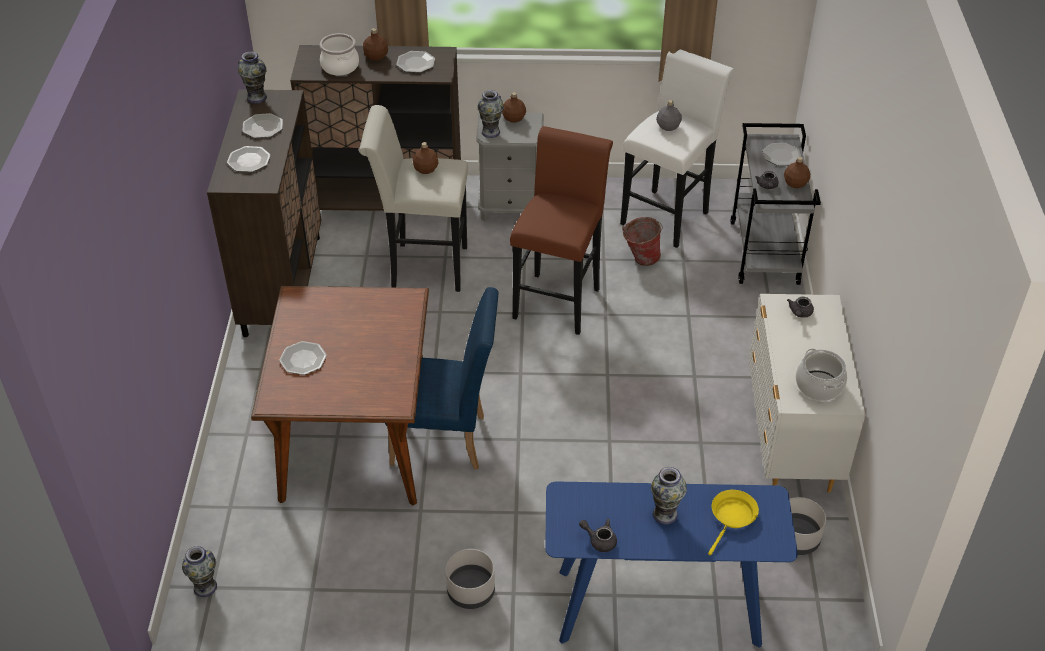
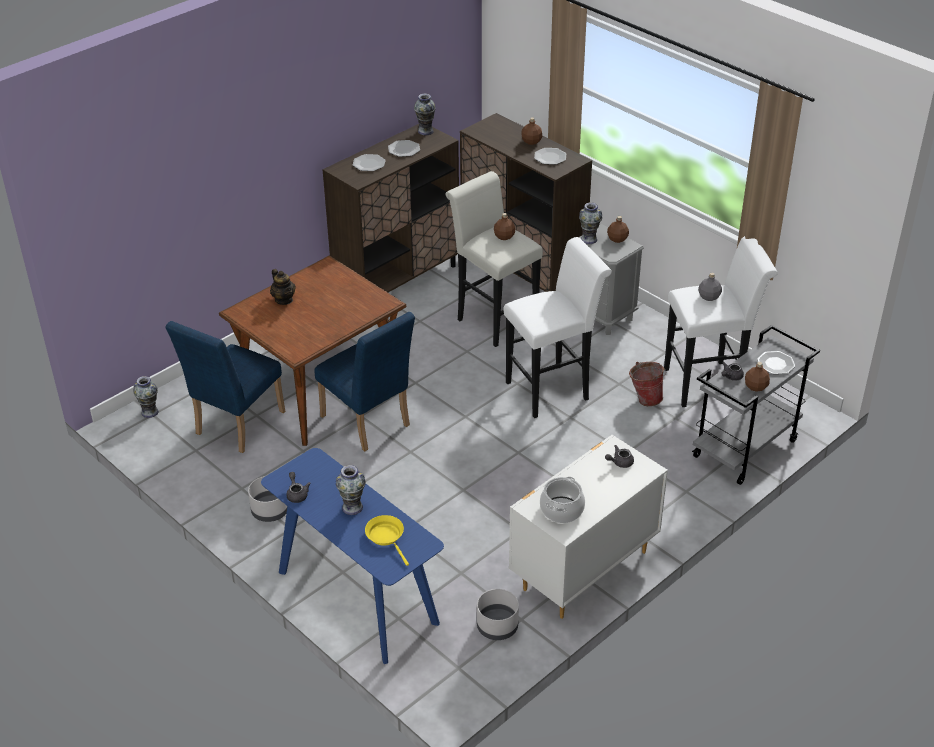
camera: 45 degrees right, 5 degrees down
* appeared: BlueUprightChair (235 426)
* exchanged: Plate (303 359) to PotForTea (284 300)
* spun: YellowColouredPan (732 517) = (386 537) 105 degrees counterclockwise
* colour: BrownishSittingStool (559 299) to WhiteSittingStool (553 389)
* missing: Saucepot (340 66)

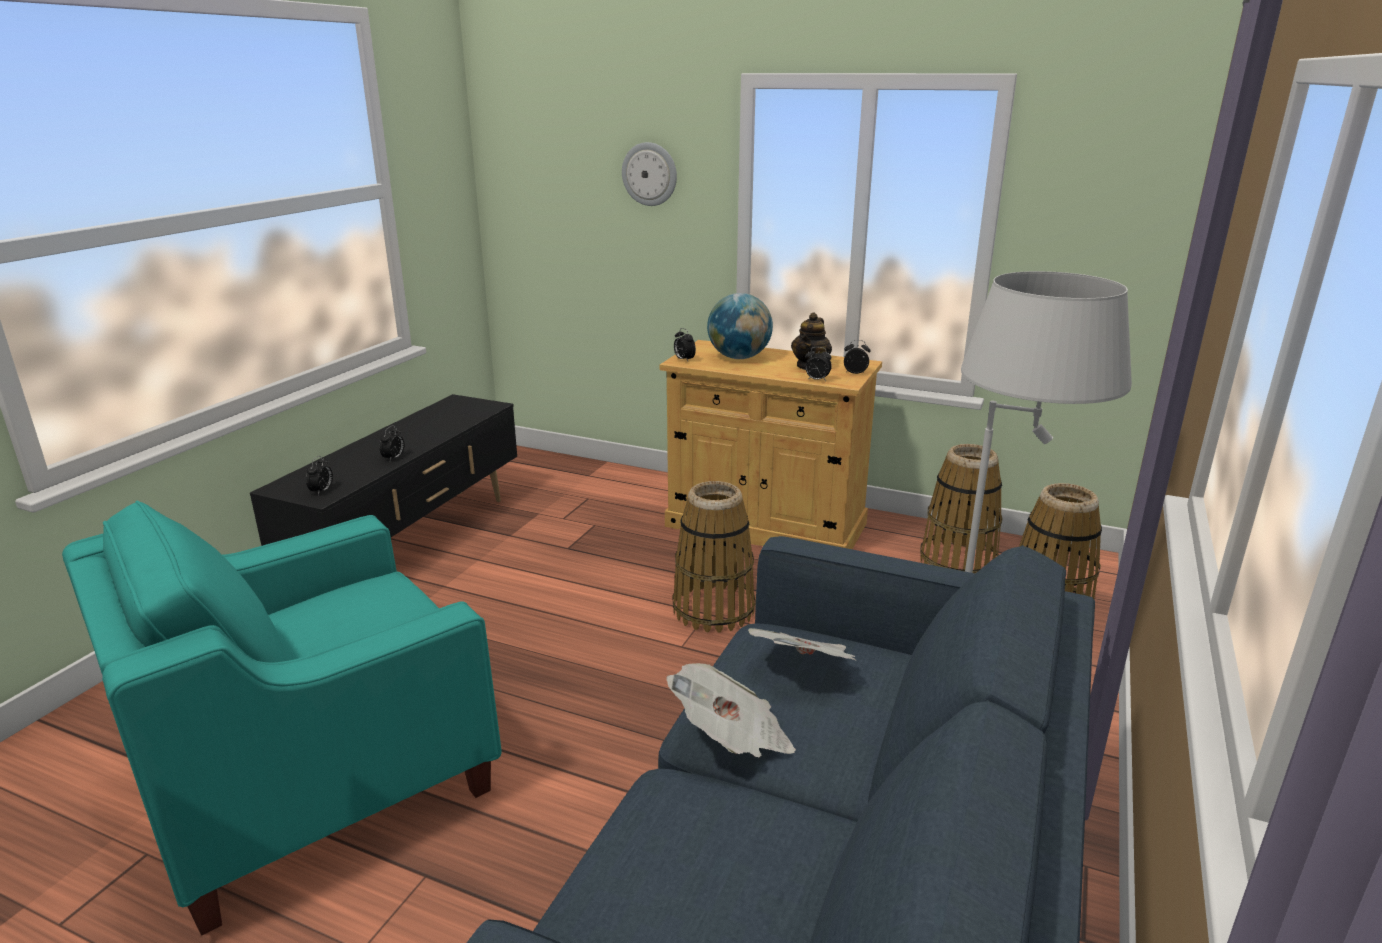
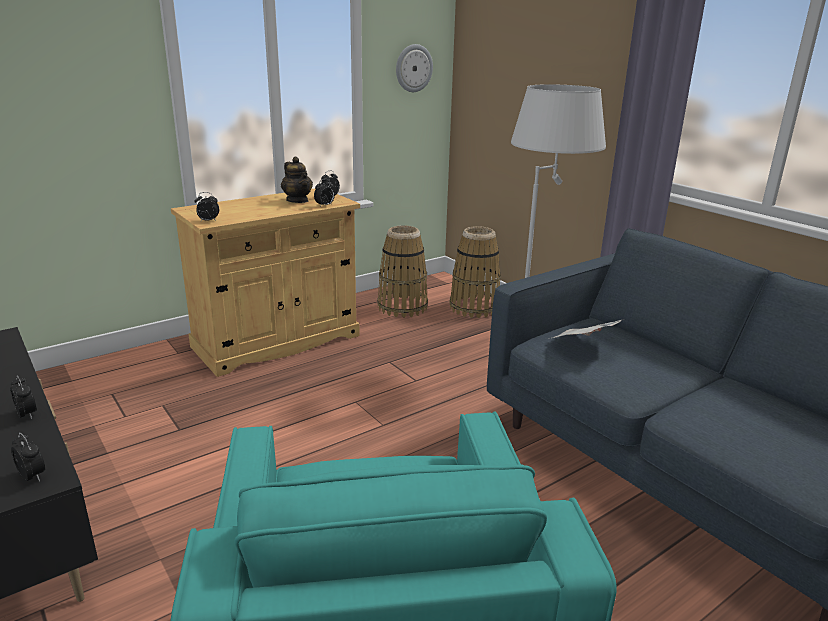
camera: 60 degrees left, 0 degrees up
* relocated: ClockOnTheWall (650 174) to (413 68)
* missing: DailyPaper (732 738)
* missing: Basket (713 609)
* missing: WorldGlobe (739 358)

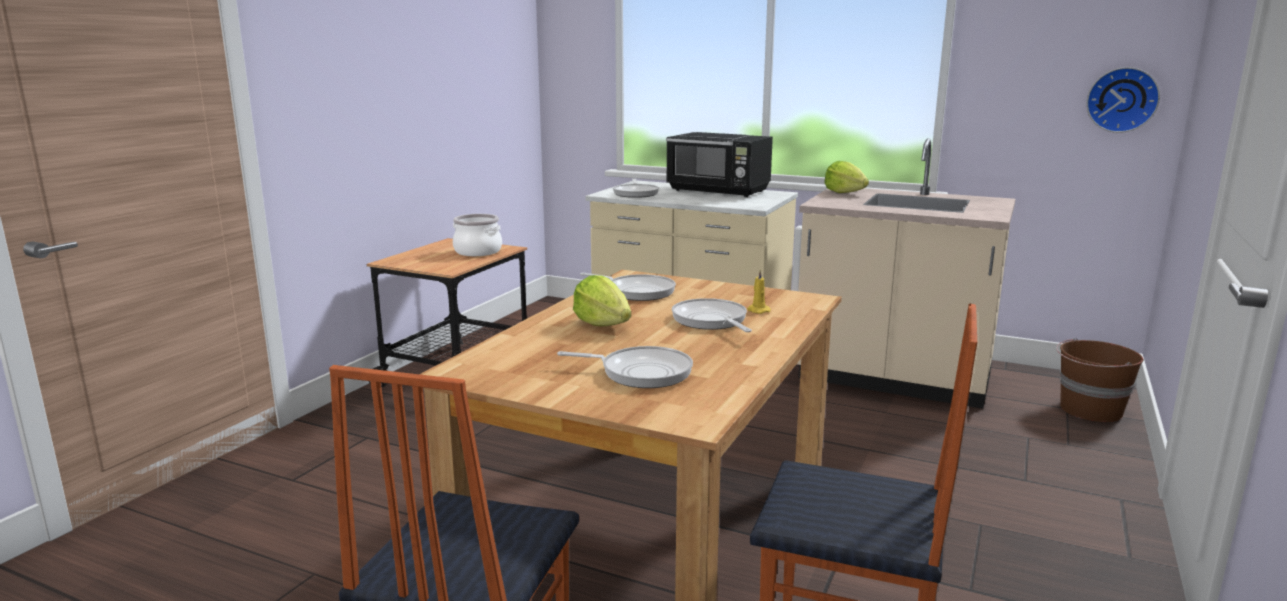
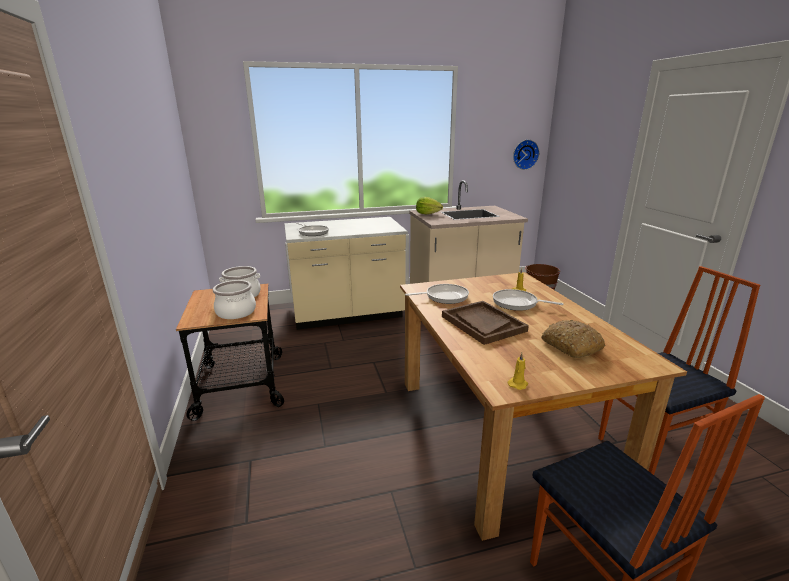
camera: 40 degrees left, 5 degrees up
* appeared: Saucepot (236 312)
* exchanged: LettuceHead (603 324) to BrownishTray (482 323)
* appeared: YellowColouredWaxCandle (518 384)
* exchanged: Pan (641 372) to BakeryBread (570 346)
* missing: BlackColouredMicrowaveOven (719 191)

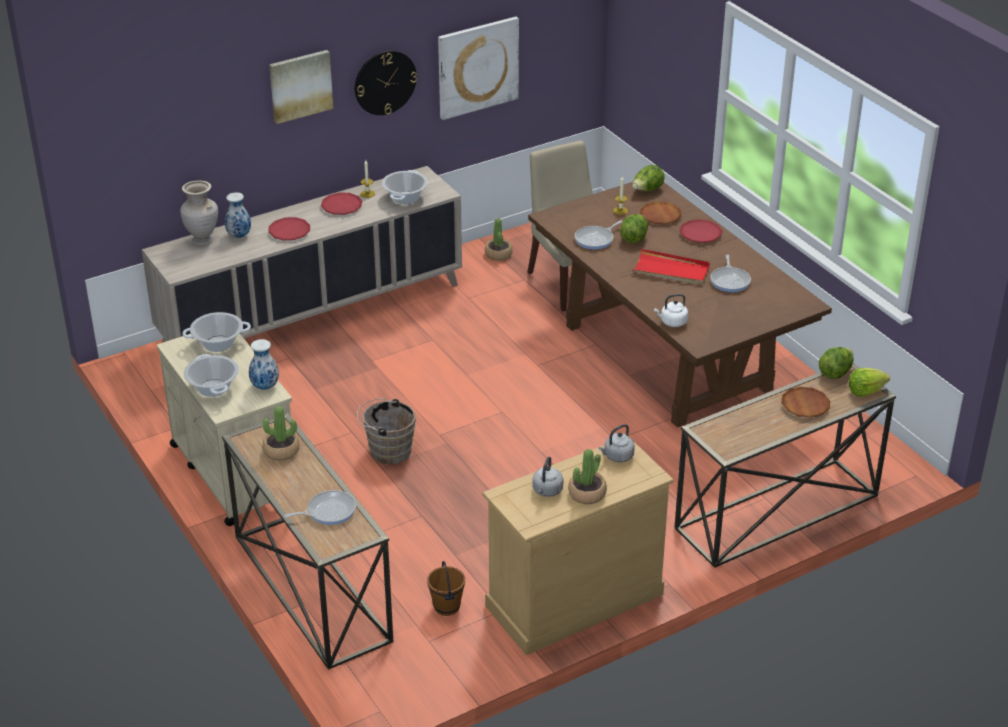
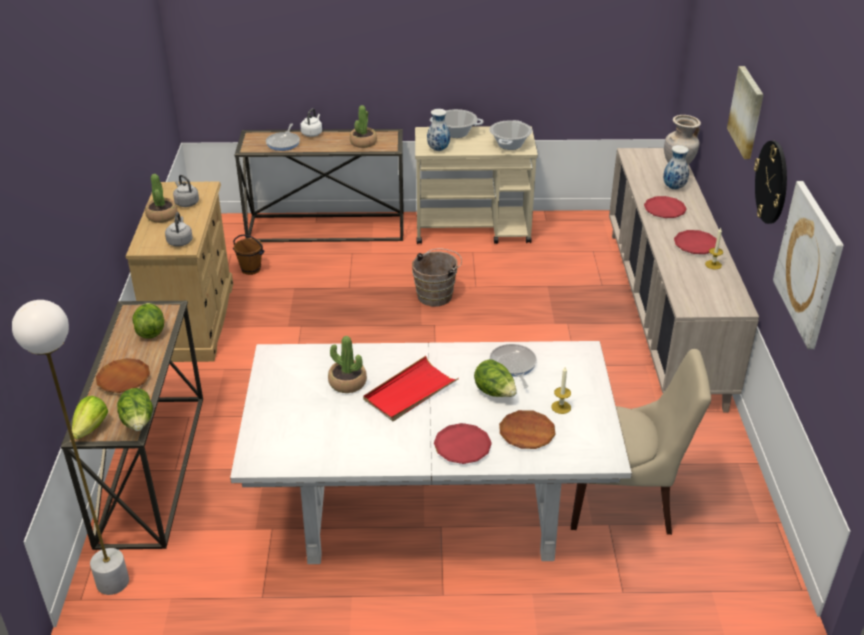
camera: 120 degrees right, 0 degrees up
* appeared: WhiteStandardLamp (112 582)
* relocated: LettuceHead (647 190) to (150 331)
* colour: BrownishKitchenTable (668 357) to WhiteKitchenTable (428 509)
* relocated: WhiteTeaKettle (672 322) to (312 133)
* relocated: Houseplant (498 254) to (347 383)
* missing: Saucepot (405 198)
* missing: Pan (730 281)

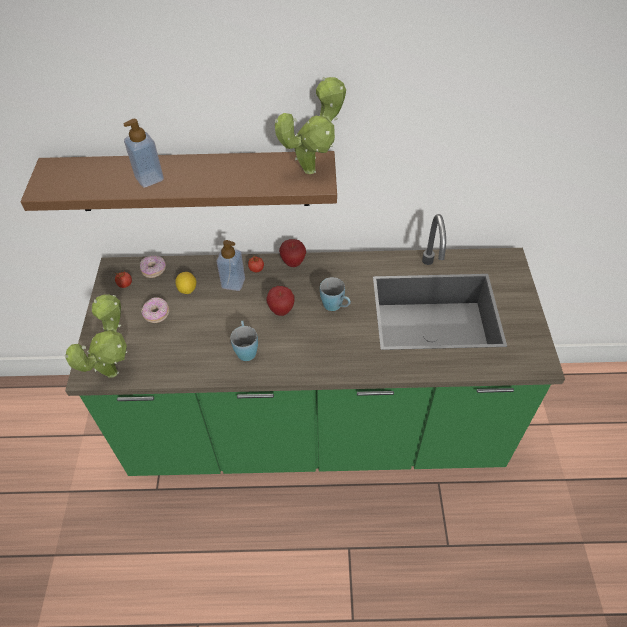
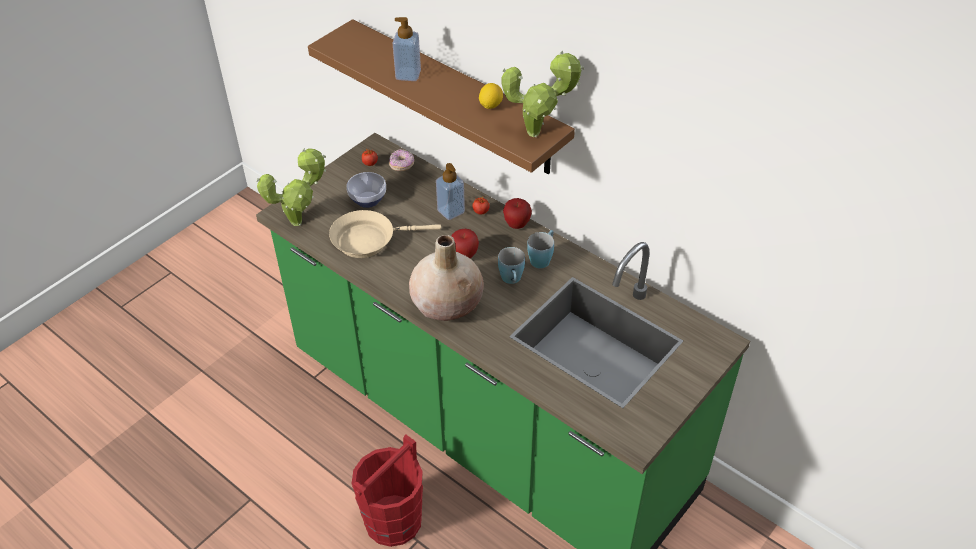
camera: 40 degrees right, 5 degrees down
* appeared: BeigeColouredPan (369 240)
* exchanged: RingDoughnut (156 314) to DeepDish (369 199)
* appeared: RedBucket (393 520)
* appeared: BeigeColouredVase (447 304)
* relocated: Lemon (187 289) to (490 105)
* relocated: BlueCoffeeMug (246 349) to (542 258)

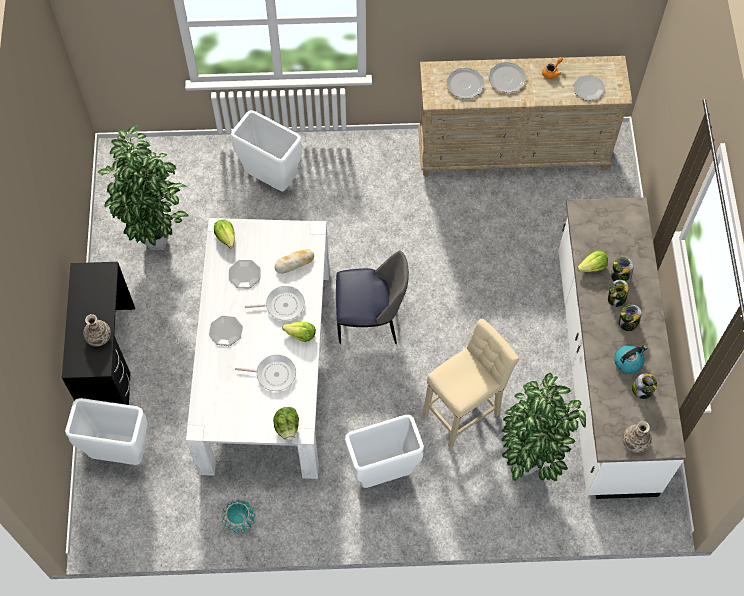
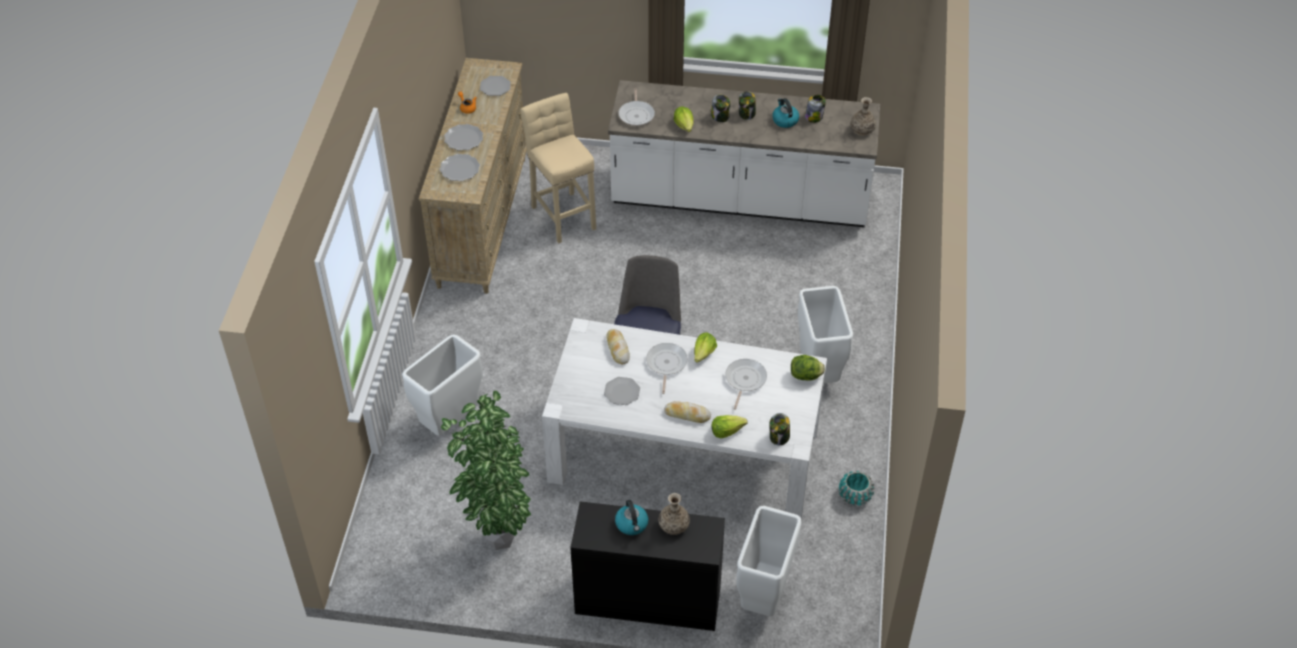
camera: 80 degrees left, 15 degrees down
* relocated: BeigeColouredSittingStool (464 411) to (562 215)
* appeared: TeaKettle (632 524)
* appeared: Pan (636 114)
* exchanged: Plate (225 331) to BakeryBread (687 414)
* relocated: LettuceHead (226 237) to (727 430)
* relocated: StorageJar (620 276) to (779 437)
* missing: Houseplant (527 466)

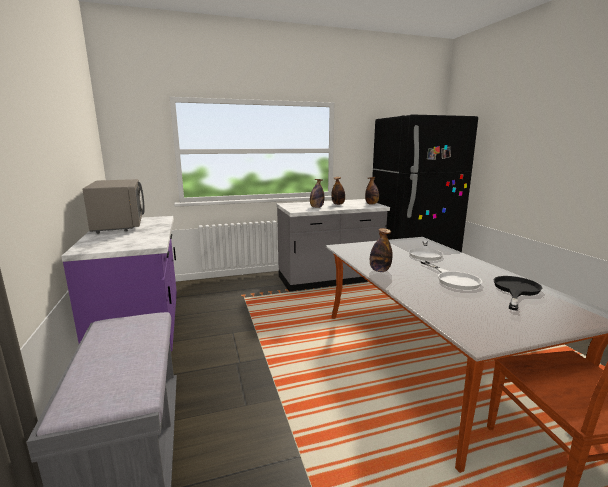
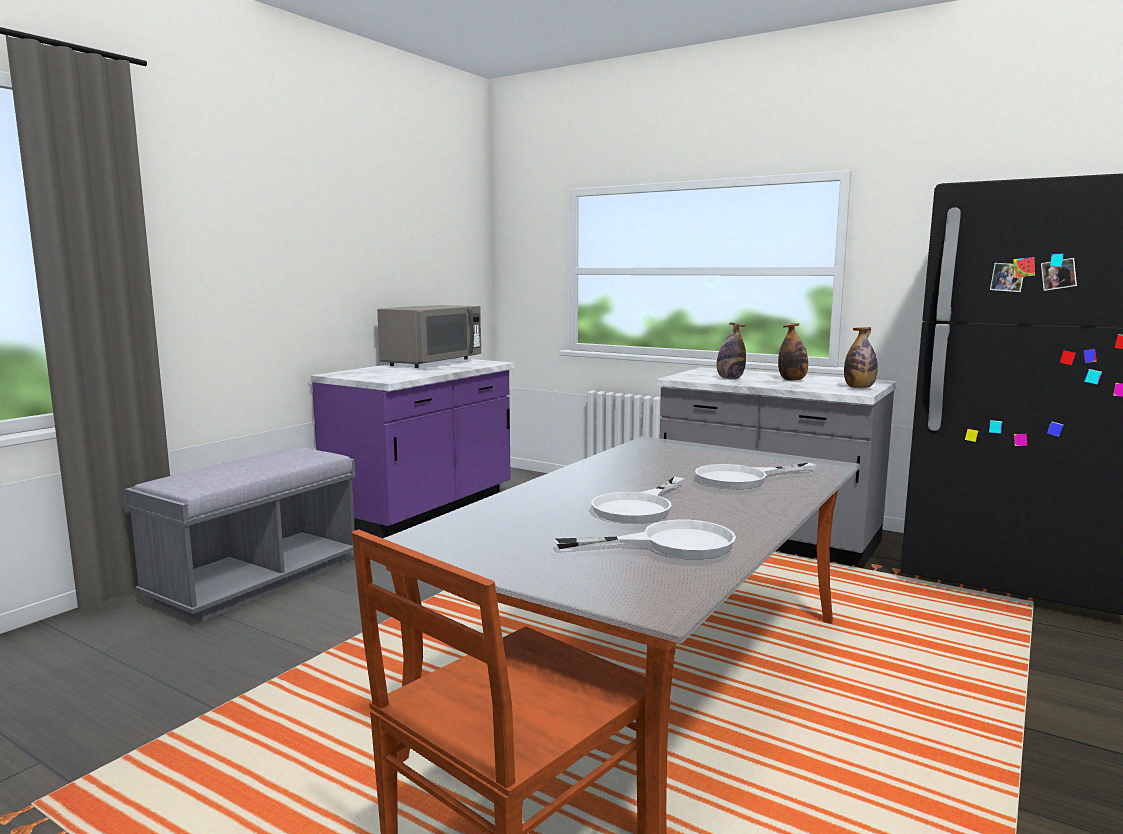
camera: 50 degrees right, 5 degrees down
* colour: BlackColouredPan (515 290) to WhitePan (670 544)
* missing: Bottle (379 270)

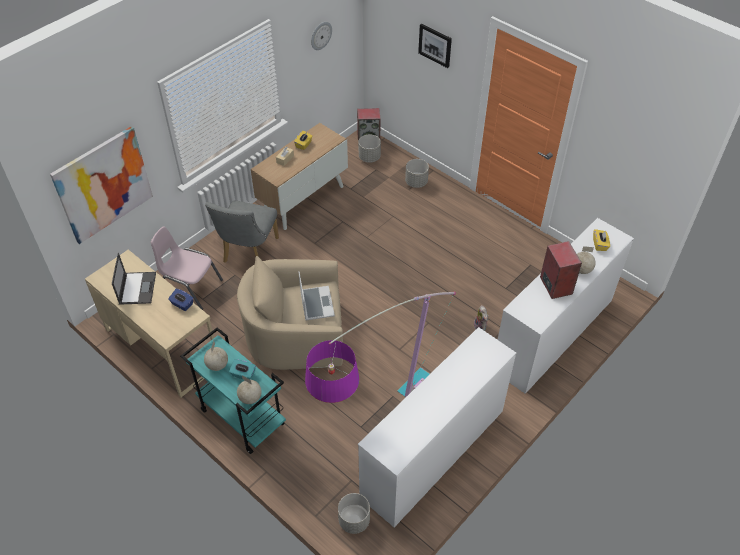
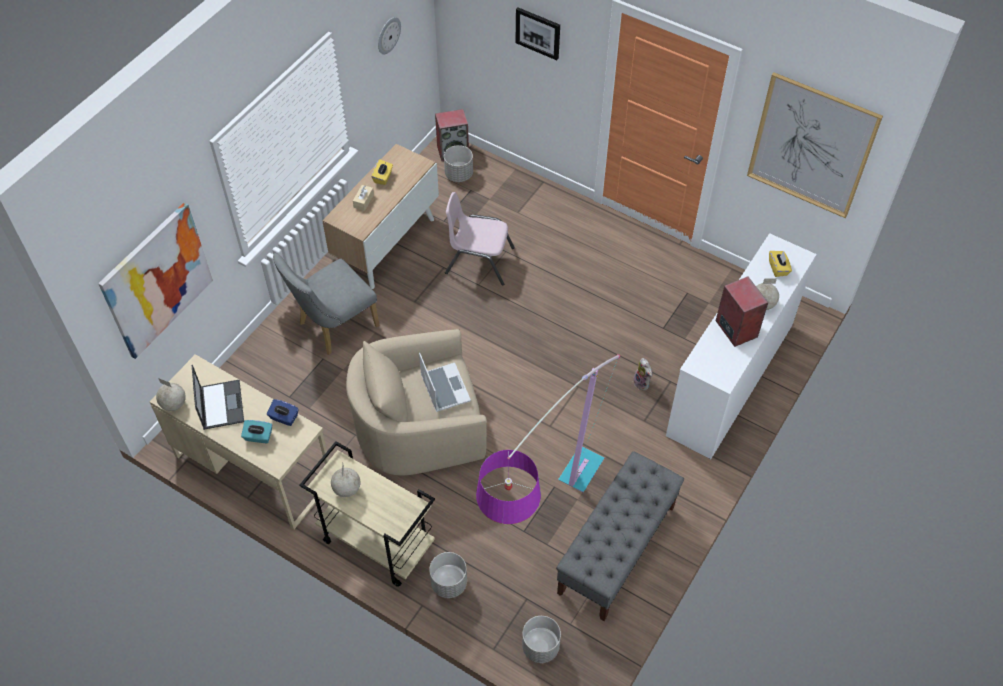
camera: 10 degrees left, 5 degrees up
* relocated: WorldGlobe (250 398) to (174 404)
* relocated: BlueGreenTissueBox (243 374) to (258 437)
* spun: GreyUprightChair (248 253) = (333 327) 45 degrees clockwise
* colour: BlueGreenWheeledCart (241 417) to BeigeColouredWheeledCart (375 542)
* relocated: GreyPlanter (416 182) to (449 583)
* relocated: PinkUprightChair (190 287) to (479 261)
* exchanged: WhiteDrawerChest (433 453) to GreyIndoorBench (616 550)
* appeared: WallPicture (811 146)

